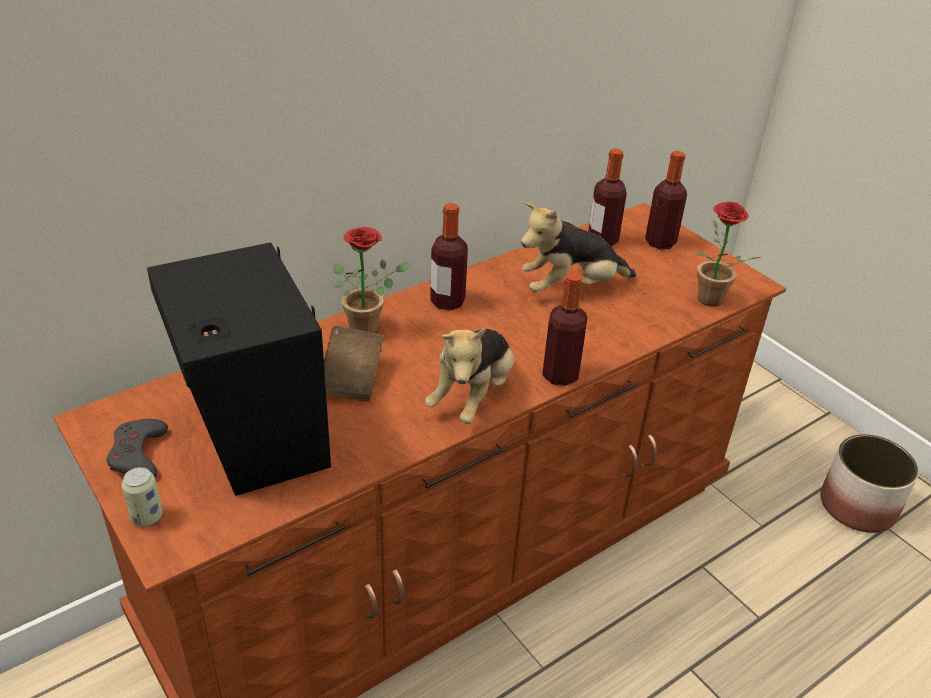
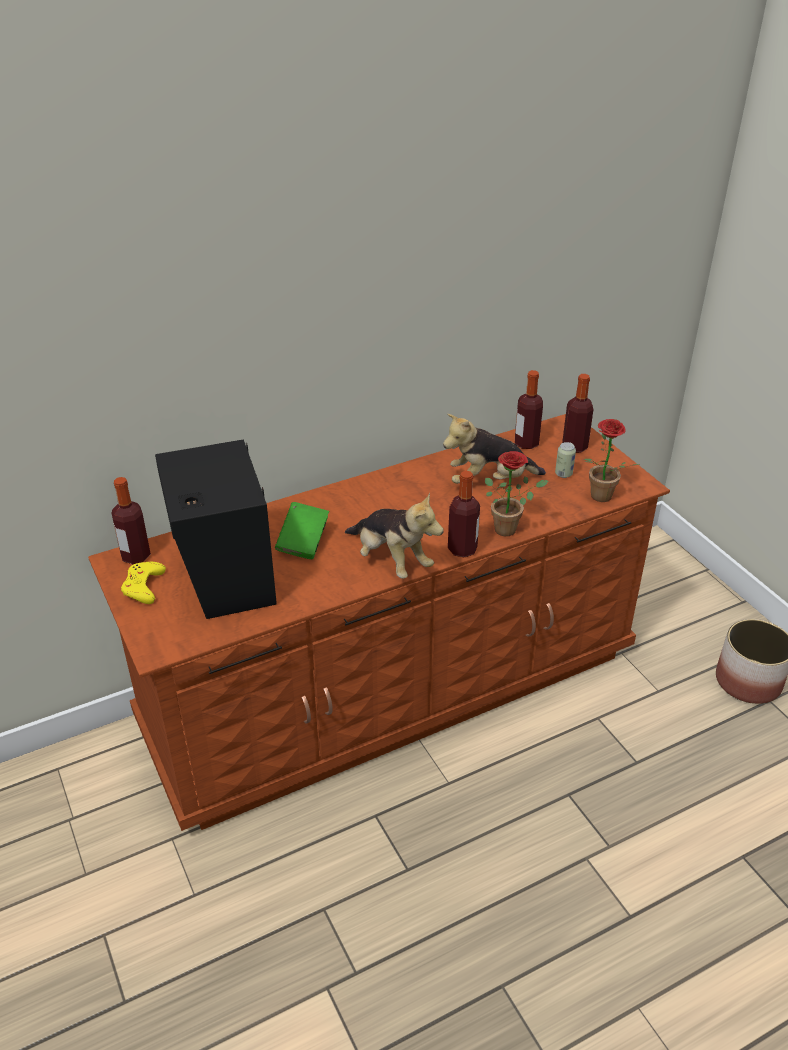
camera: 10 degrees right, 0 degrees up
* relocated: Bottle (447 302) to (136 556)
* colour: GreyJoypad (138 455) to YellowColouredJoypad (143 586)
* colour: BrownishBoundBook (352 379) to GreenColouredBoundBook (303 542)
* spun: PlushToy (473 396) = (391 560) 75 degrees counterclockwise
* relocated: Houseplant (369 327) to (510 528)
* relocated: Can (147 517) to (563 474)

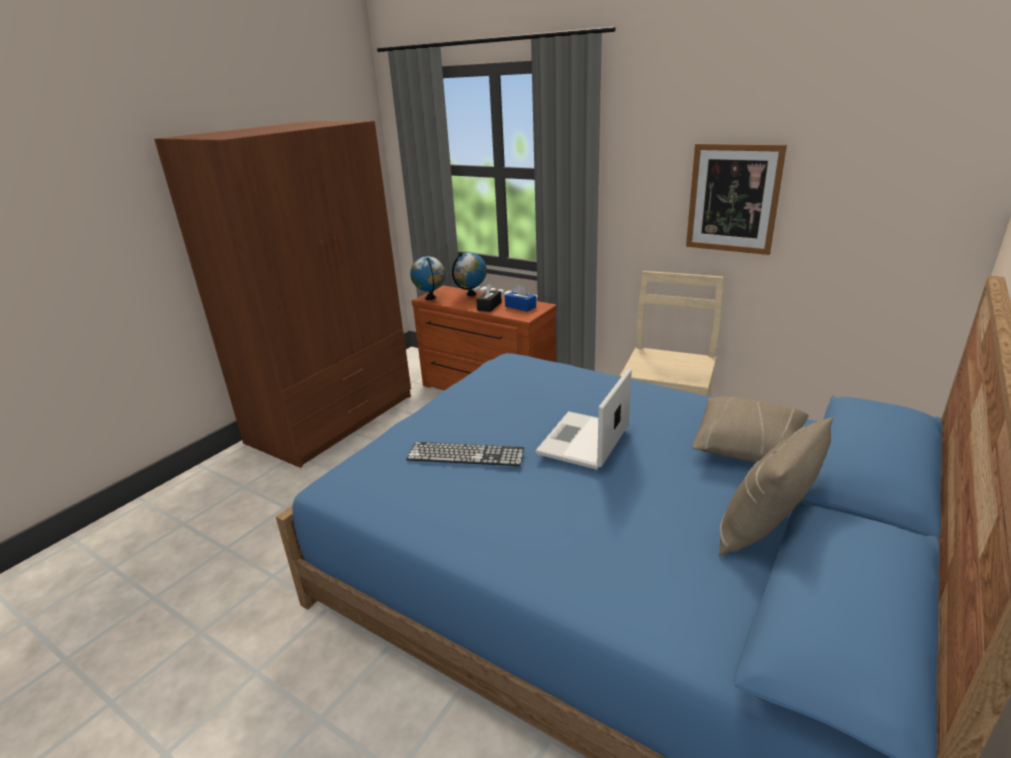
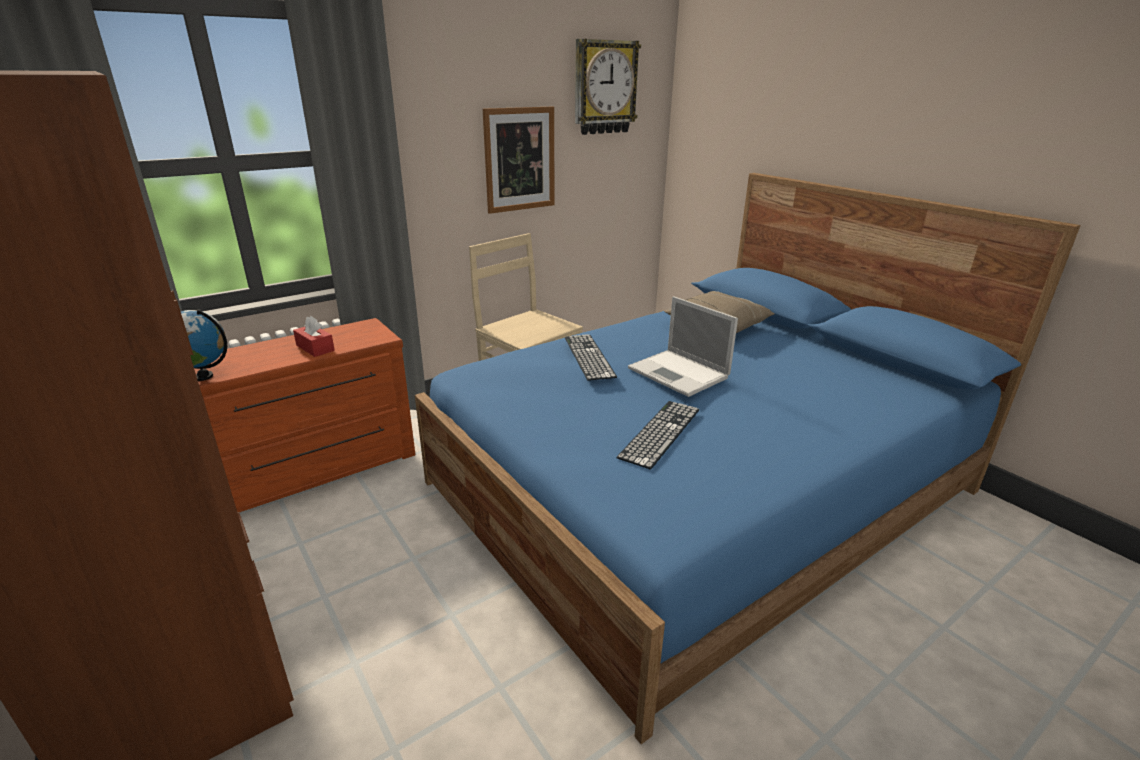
camera: 70 degrees left, 0 degrees up
* colour: BlackColouredTissueBox (489 306) to RedTissueBox (315 348)
* appeared: Keyboard (588 356)
* appeared: ClockOnTheWall (604 87)
* missing: WorldGlobe (471 294)
* missing: BlueTissueBox (520 307)
* missing: BeigeColouredThrowPillow (764 530)

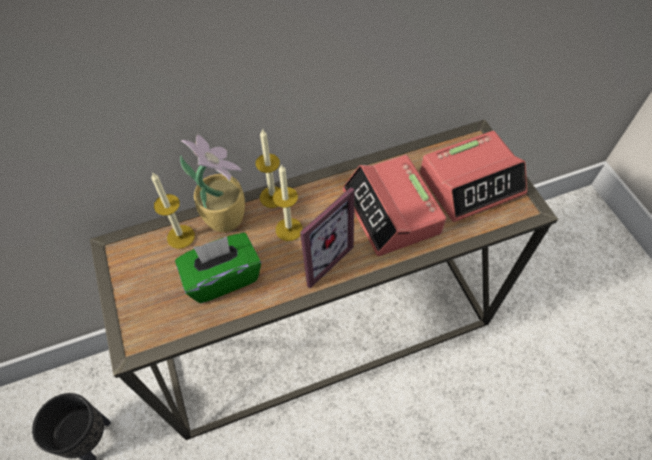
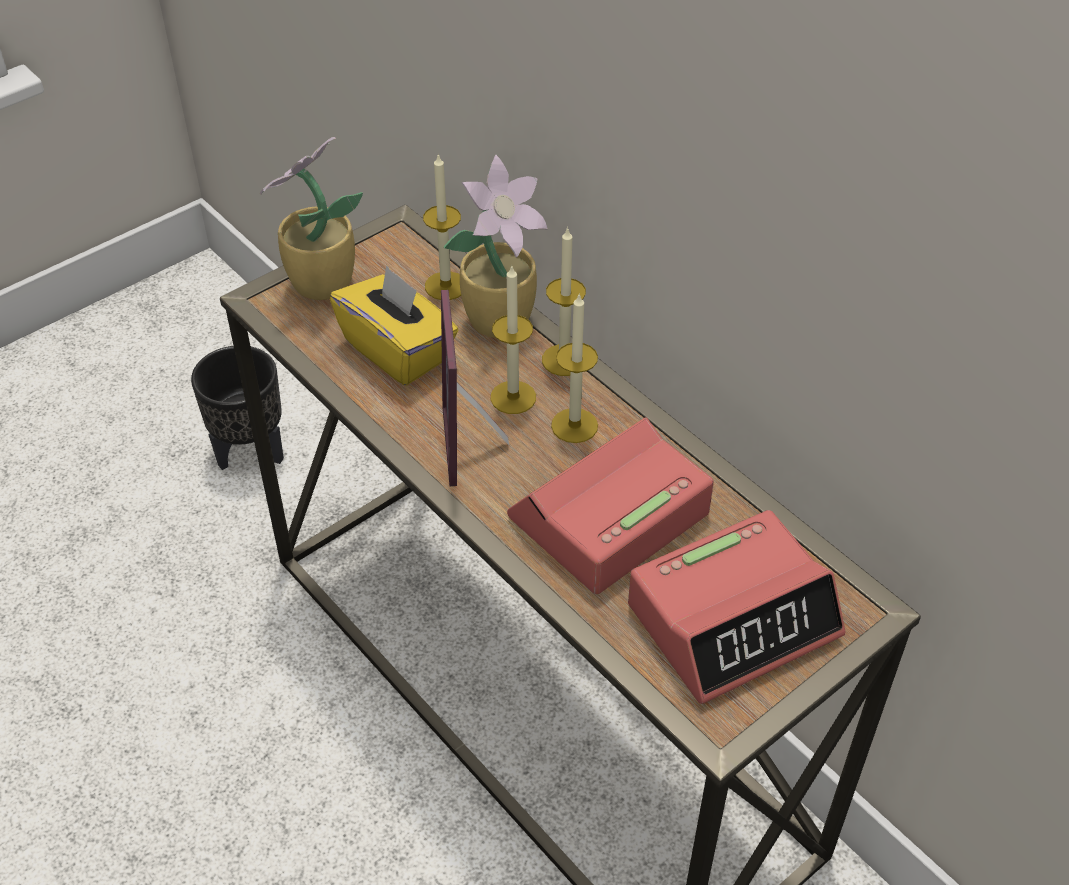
camera: 70 degrees right, 10 degrees down
* appeared: Houseplant (319 284)
* colour: GreenColouredTissueBox (223 277) to YellowColouredTissueBox (398 351)
* spun: PhotoFrame (318 256) = (477 444) 60 degrees clockwise
* appeared: WaxCandle (574 425)
* spun: BedsideClock (471 183) = (734 619) 75 degrees counterclockwise

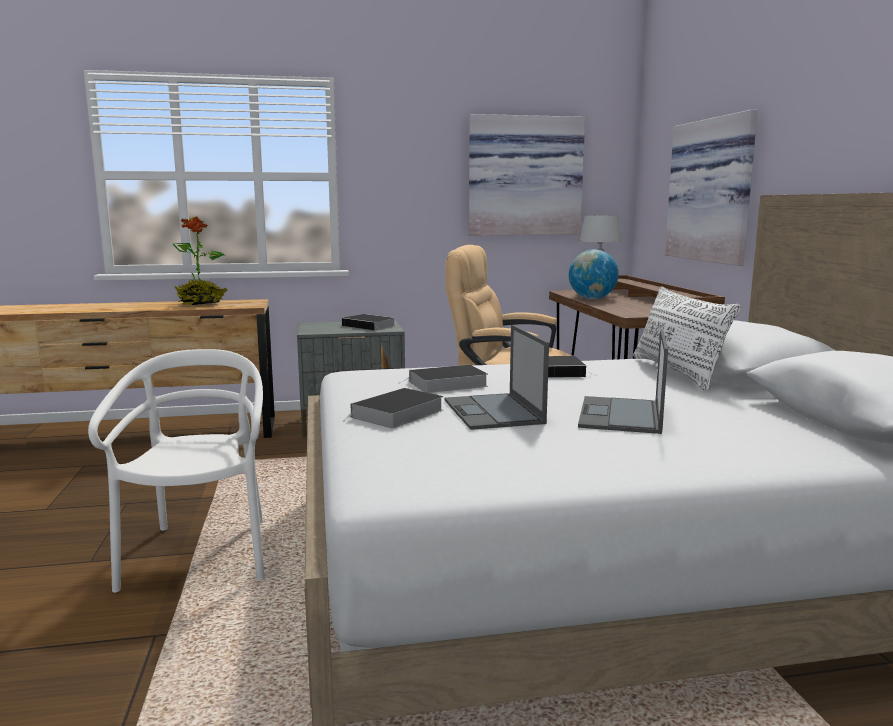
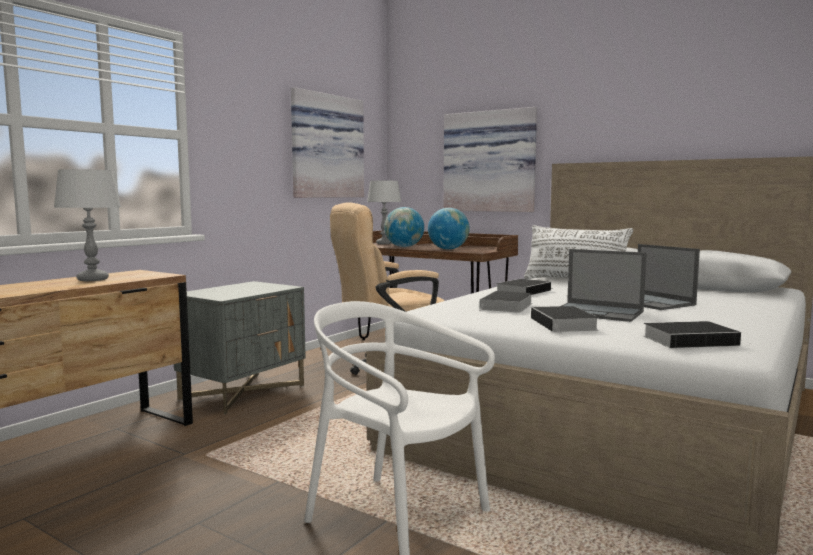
camera: 45 degrees left, 5 degrees down
* exchanged: Houseplant (201 304) to GreyTabletopLamp (93 279)
* appeared: WorldGlobe (448 249)
* relocated: BoundBook (370 326) to (691 340)

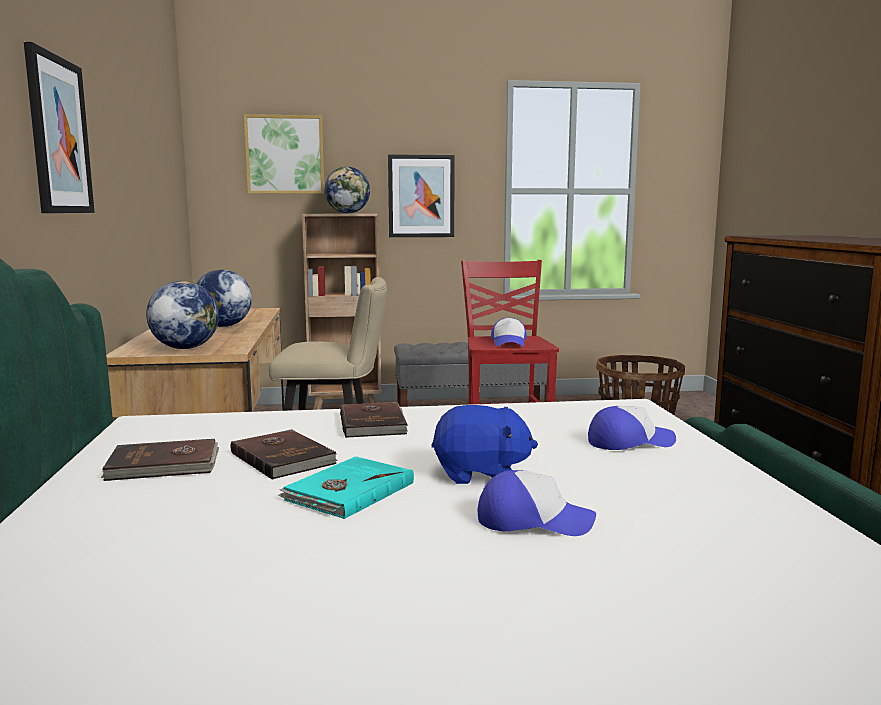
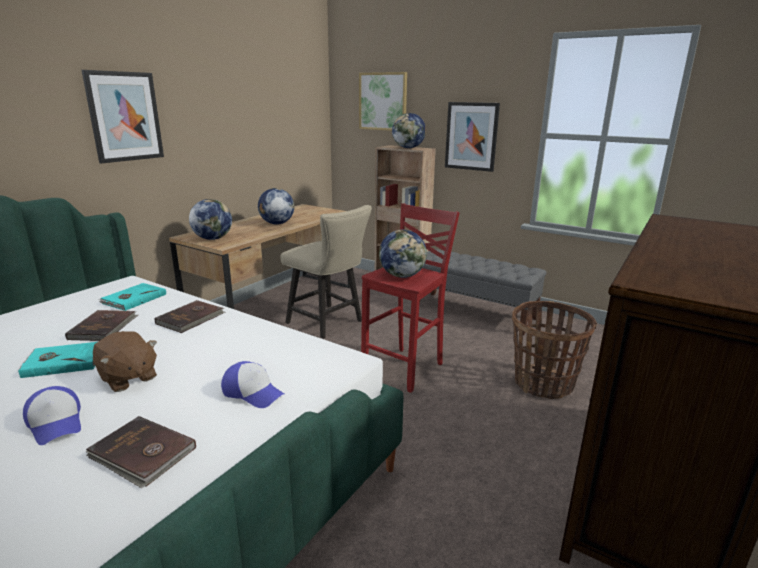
camera: 40 degrees right, 10 degrees up
* relocated: BrownishBoundBook (164 465) to (142 454)
* colour: BluePlushToy (481 474) to BrownishPlushToy (128 378)
* appeared: BlueGreenBoundBook (133 299)
* exchanged: PeakedCap (509 342) to WorldGlobe (402 276)

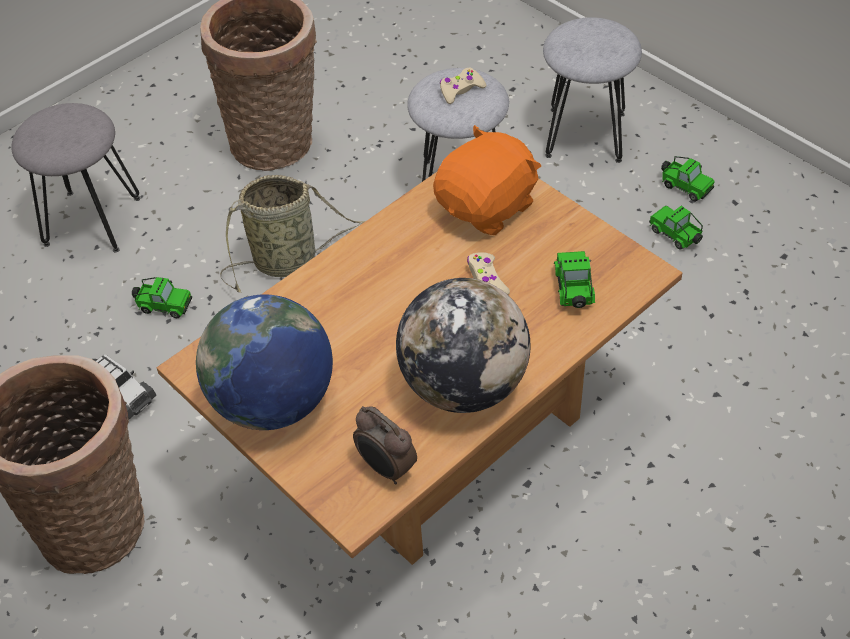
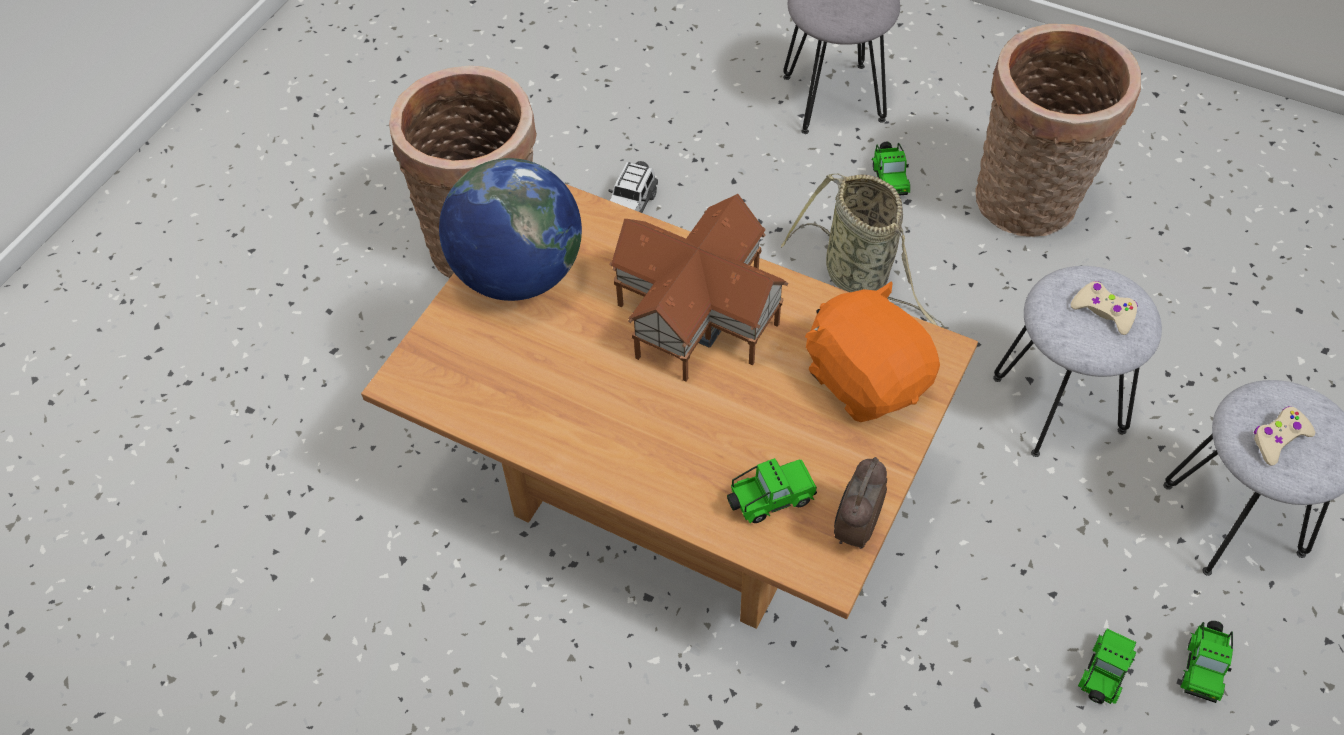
camera: 70 degrees right, 5 degrees up
* appeared: MiniatureHouse (701 314)
* spun: OrangeyPlushToy (488 207) = (866 378) 150 degrees counterclockwise
* relocated: BedsideClock (386 468) to (855 528)
* relocated: ToyCar (163 306) to (889 178)
* relocated: BeigeColouredJoypad (487 279) to (1278 439)
* missing: WorldGlobe (464 385)

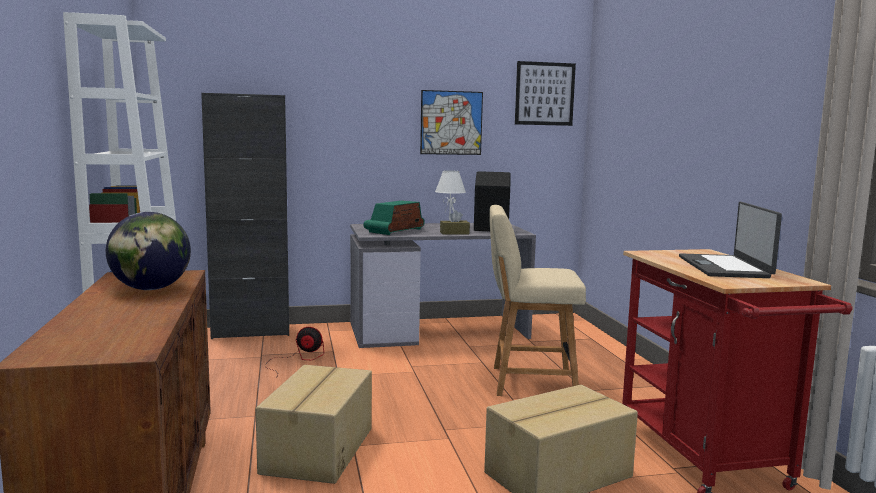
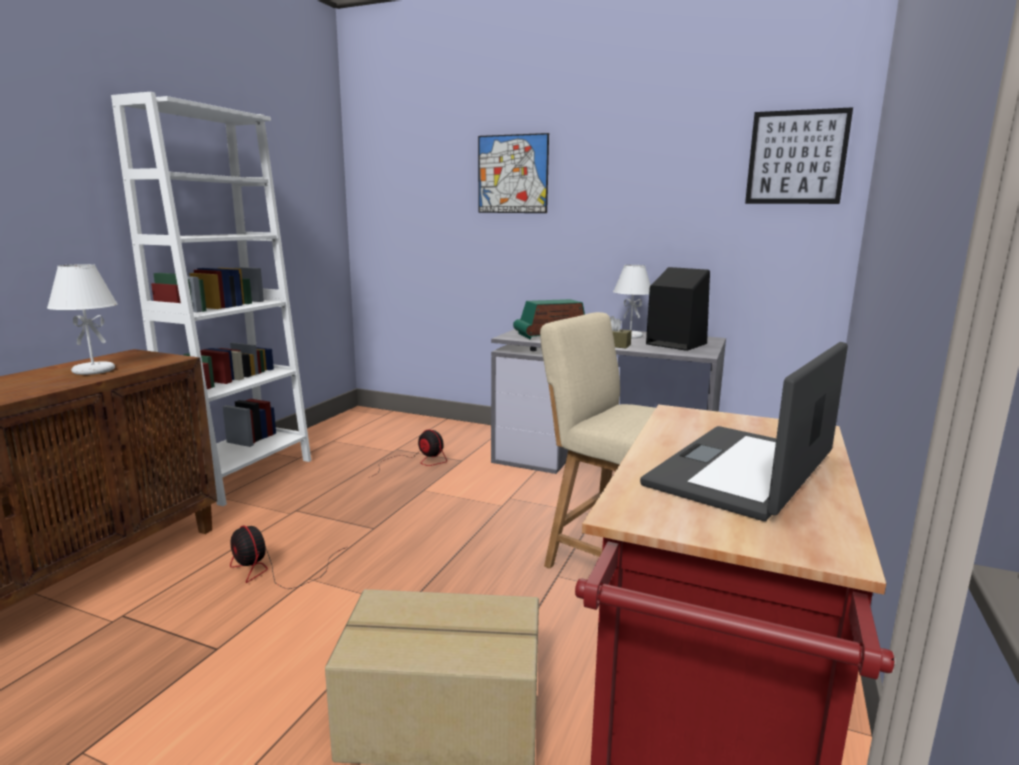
camera: 35 degrees right, 5 degrees up
* exchanged: WorldGlobe (150 289) to WhiteTabletopLamp (93 371)
* exchanged: Carton (316 450) to ElectricFan (272 571)
* relocated: WallPicture (451 123) to (512 174)
* missing: BlackColouredCupboard (251 332)

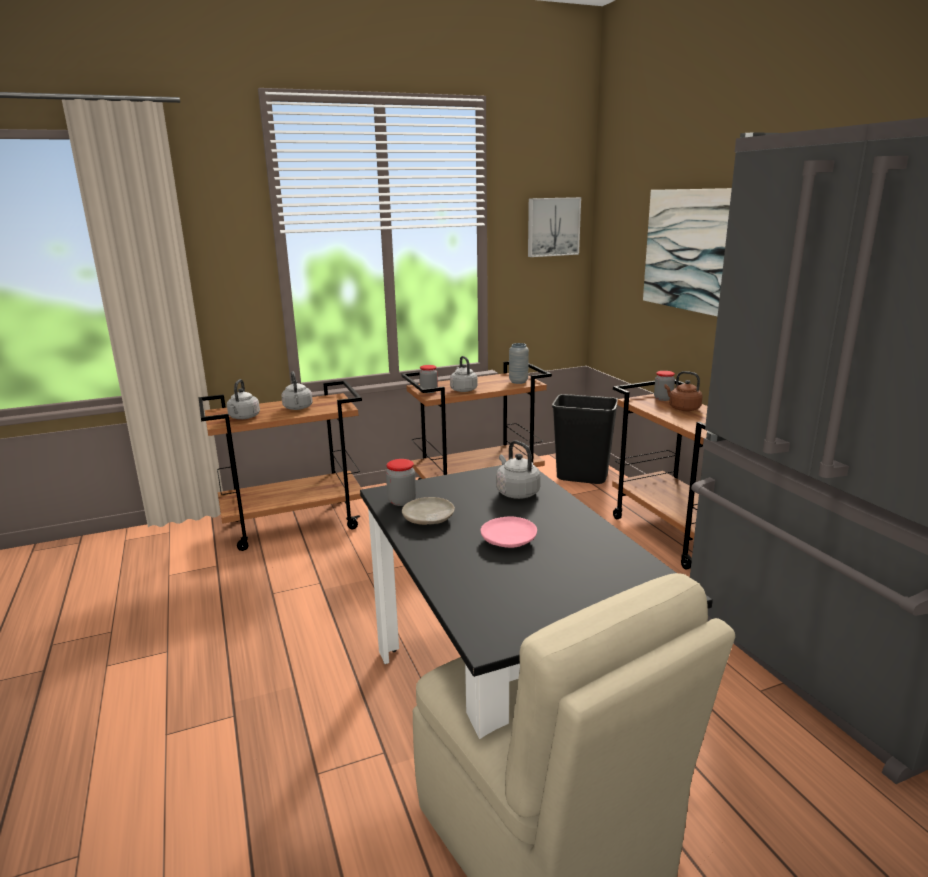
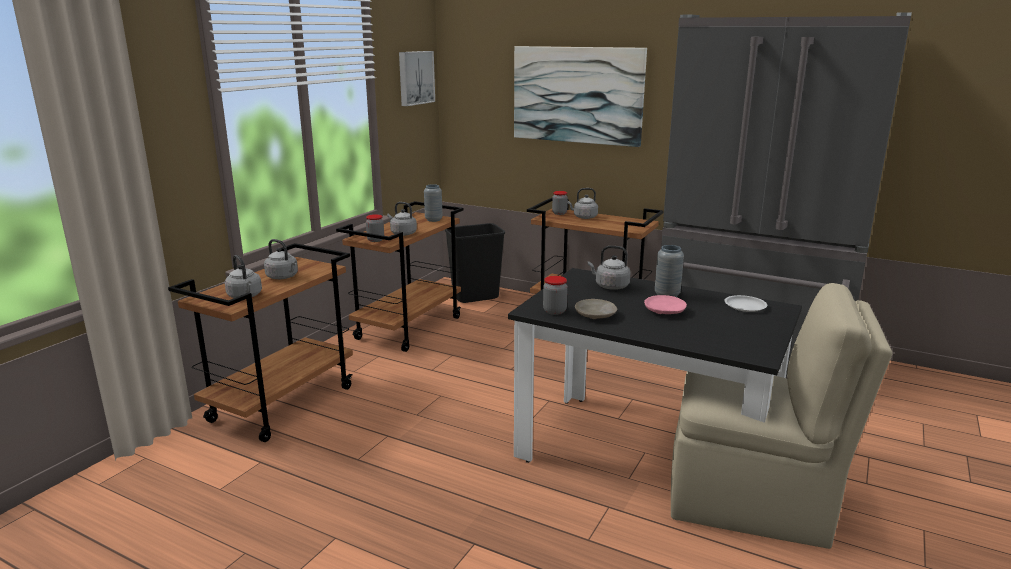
camera: 40 degrees left, 0 degrees up
* colour: BrownishTeaKettle (682 408) to GreyTeaKettle (584 217)
* appeared: GreyVase (667 295)
* appeared: WhitePlate (745 306)

